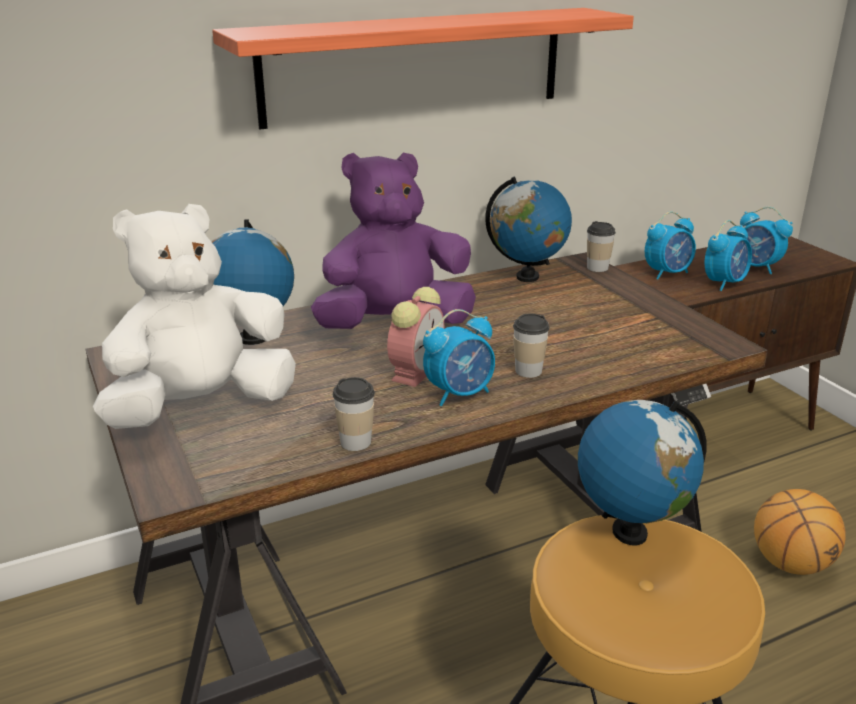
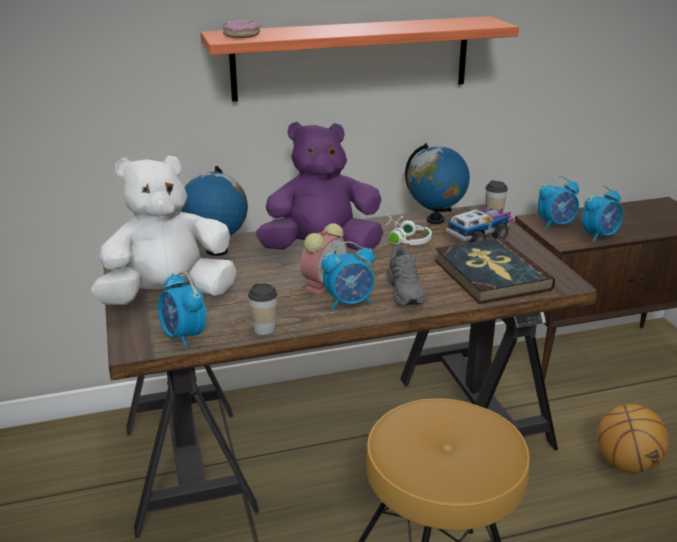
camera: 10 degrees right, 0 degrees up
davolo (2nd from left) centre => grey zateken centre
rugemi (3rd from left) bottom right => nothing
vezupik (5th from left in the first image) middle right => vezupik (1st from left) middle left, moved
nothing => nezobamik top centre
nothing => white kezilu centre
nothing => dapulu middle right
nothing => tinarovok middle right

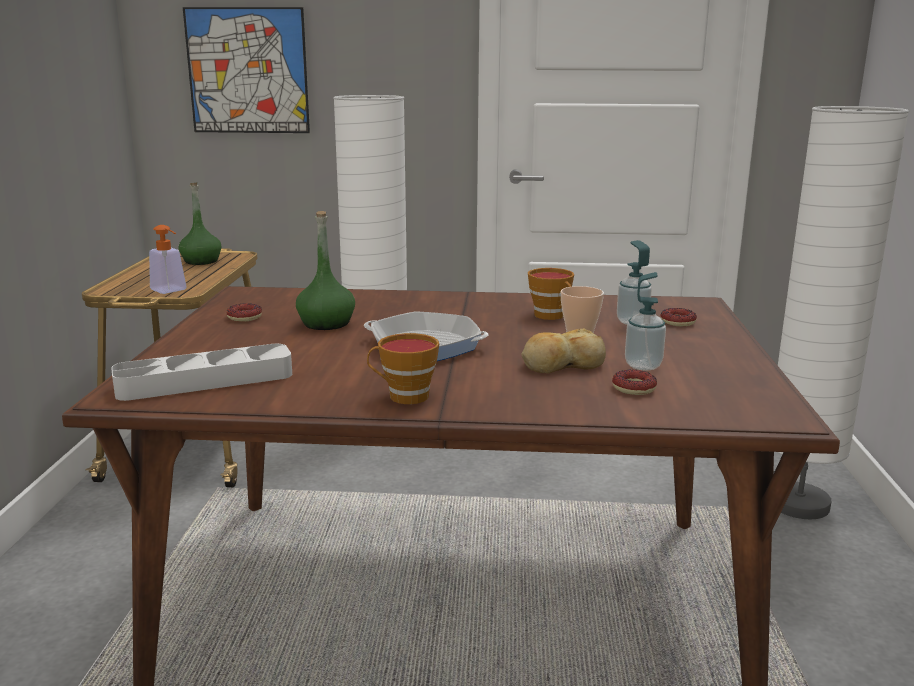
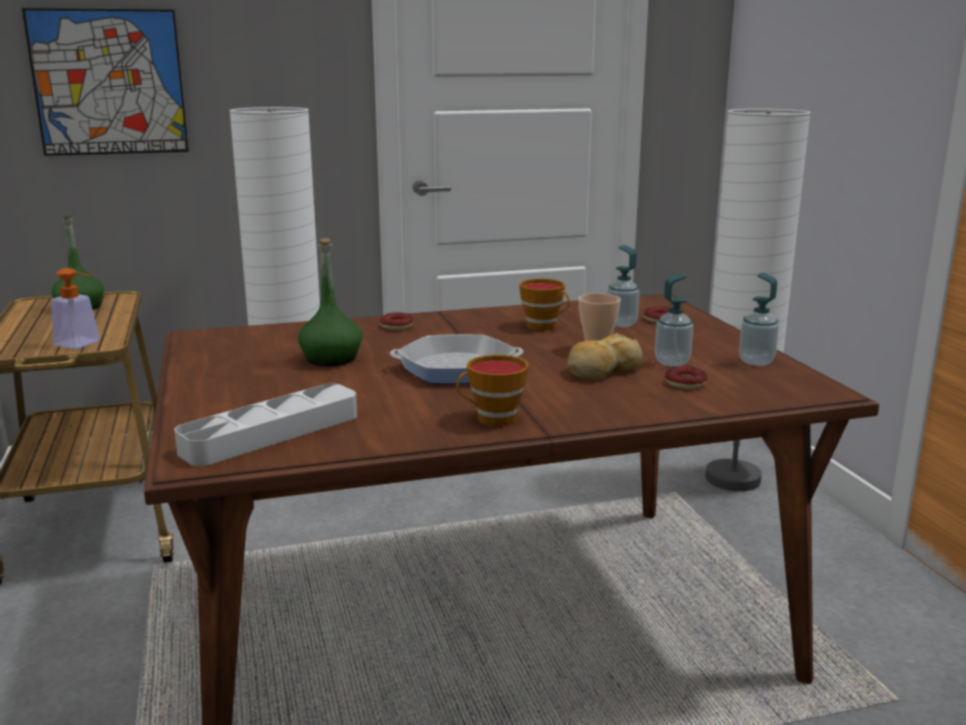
camera: 20 degrees left, 0 degrees up
nezobamik (1st from left) middle left => nezobamik (1st from left) centre, moved
nothing => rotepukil (4th from left) middle right

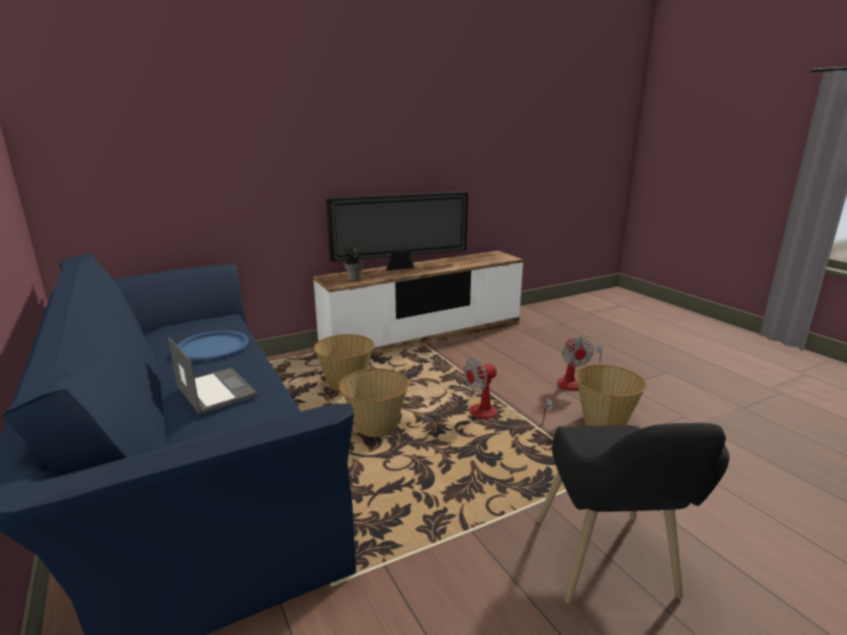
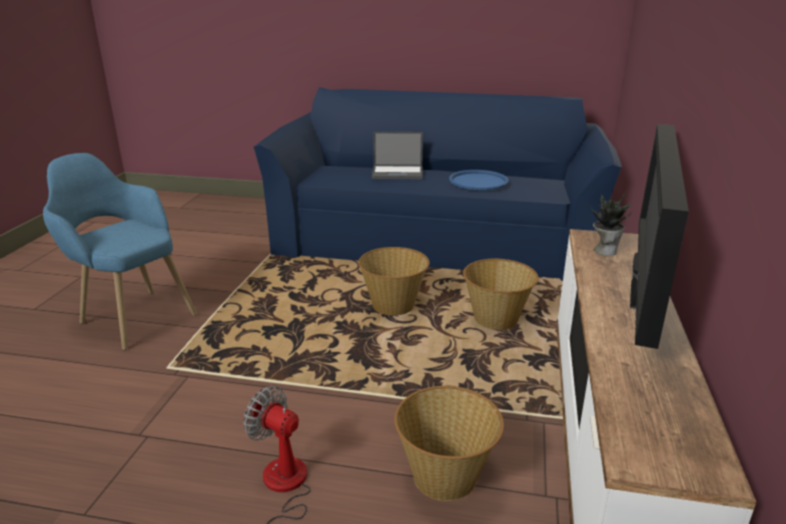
camera: 130 degrees right, 5 degrees up
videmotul (1st from left) centre => nothing
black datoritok bottom right => blue datoritok middle left
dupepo (3rd from left in the first image) middle right => dupepo (2nd from left) bottom centre, moved

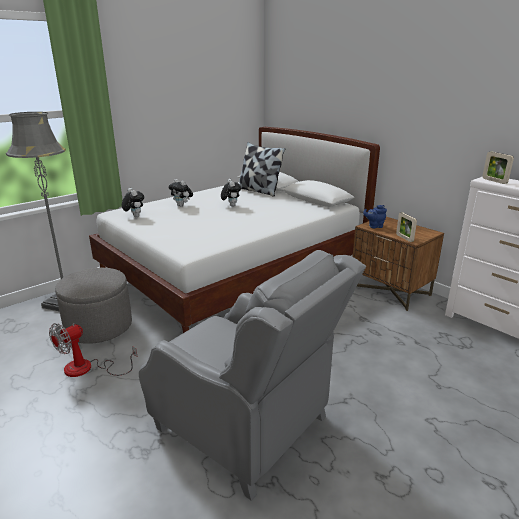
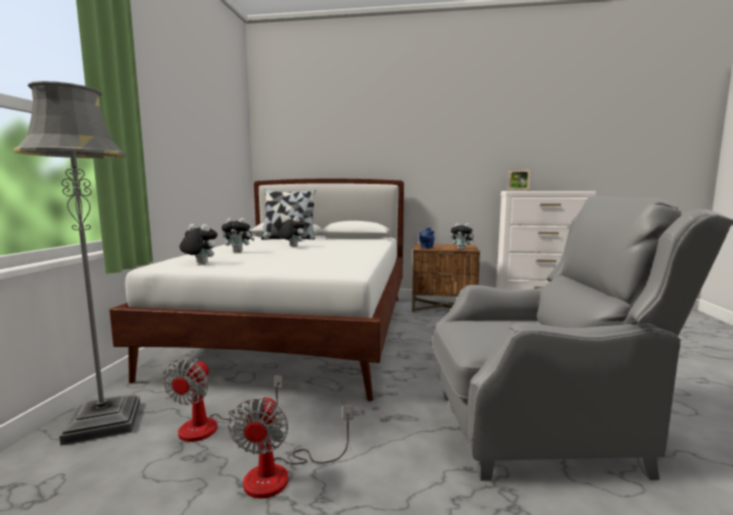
camera: 40 degrees left, 15 degrees down
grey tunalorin middle left => videmotul (1st from left) bottom left
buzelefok (1st from left) middle right => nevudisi (4th from left) centre

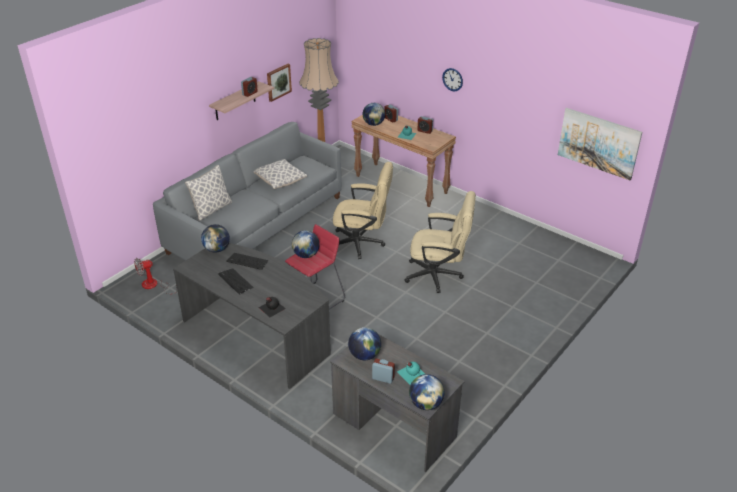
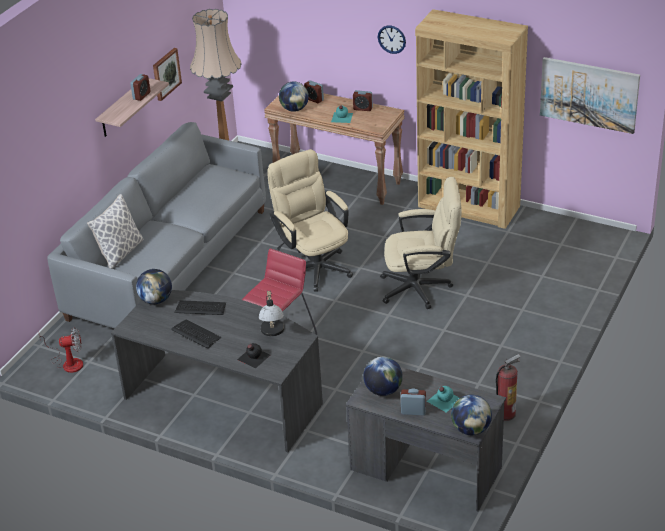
camera: 10 degrees left, 0 degrees up
videmotul middle left, 150 degrees counterclockwise
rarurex (2nd from left) centre => nothing
rugemi (2nd from left) centre => nothing
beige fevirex (1st from left) centre, 120 degrees counterclockwise
nothing => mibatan centre
nothing => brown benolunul top right
nothing => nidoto bottom right

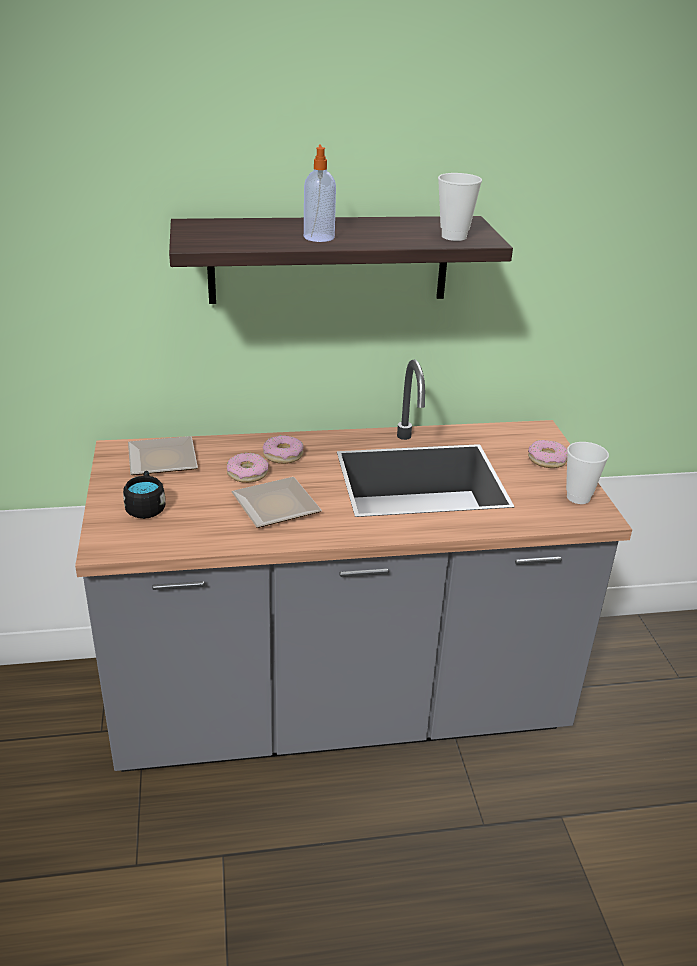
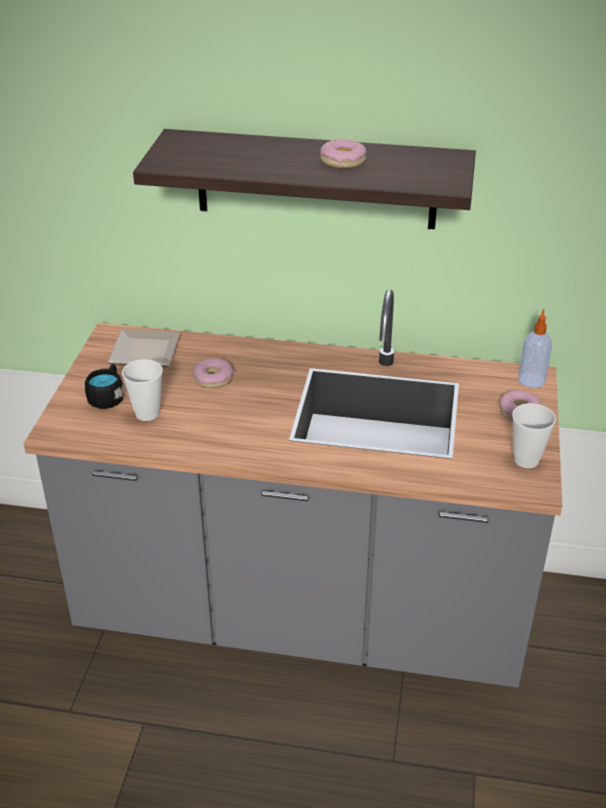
camera: 20 degrees right, 5 degrees up
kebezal (2nd from left) centre => nothing
nezobamik (2nd from left) centre => nezobamik (2nd from left) top centre, moved
rotepukil top centre => rotepukil middle right, moved
davolo (1st from left) top centre => davolo (1st from left) middle left, moved

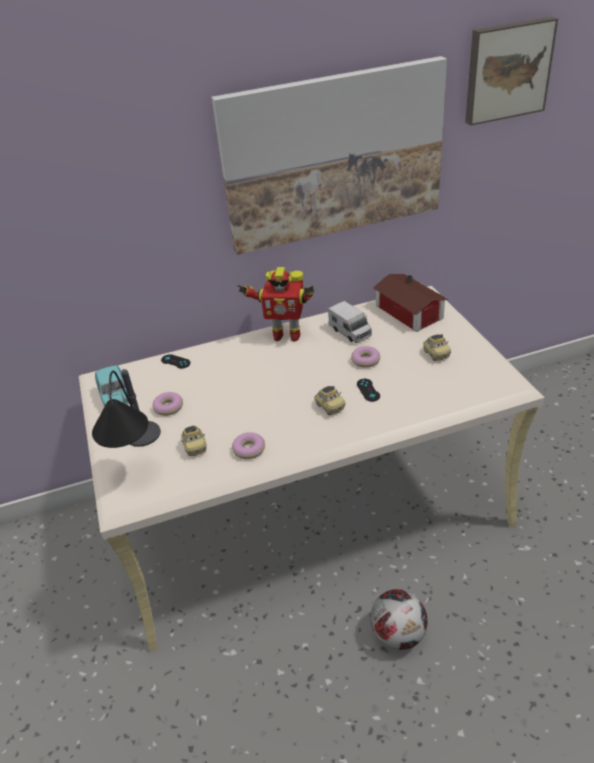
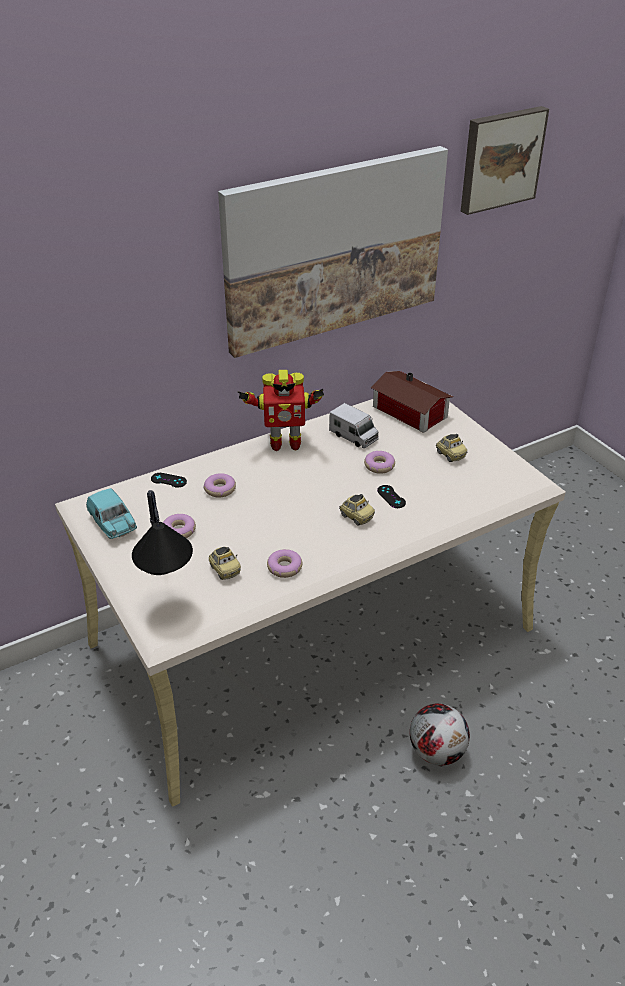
camera: 15 degrees left, 0 degrees up
nothing => nezobamik (2nd from left) centre

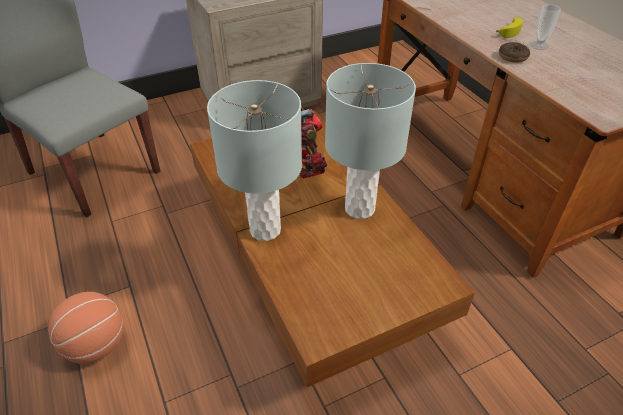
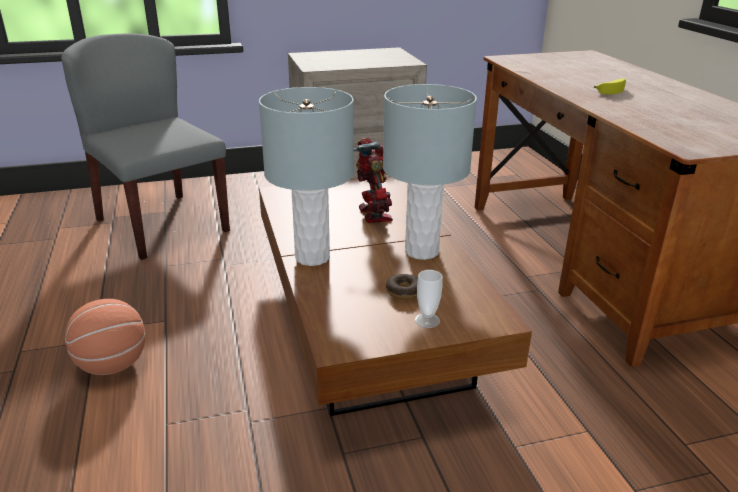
camera: 10 degrees right, 15 degrees down
nezobamik top right => nezobamik centre, moved
davolo top right => davolo centre, moved

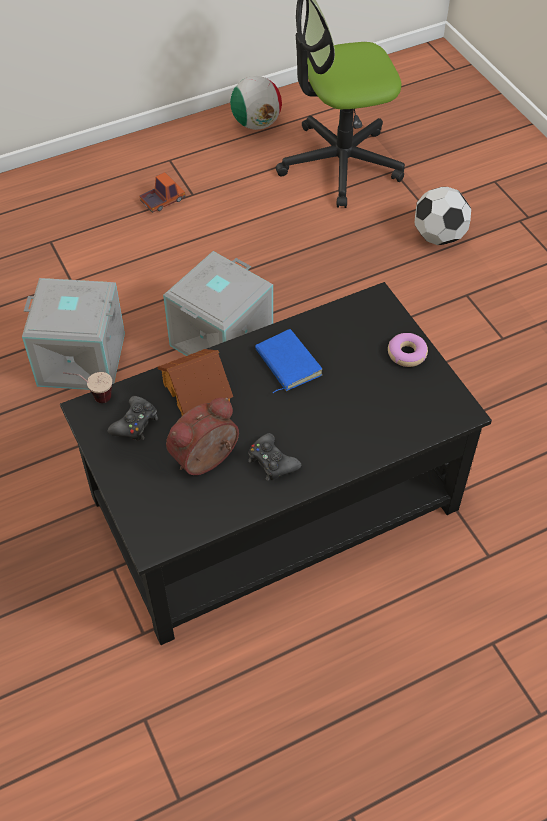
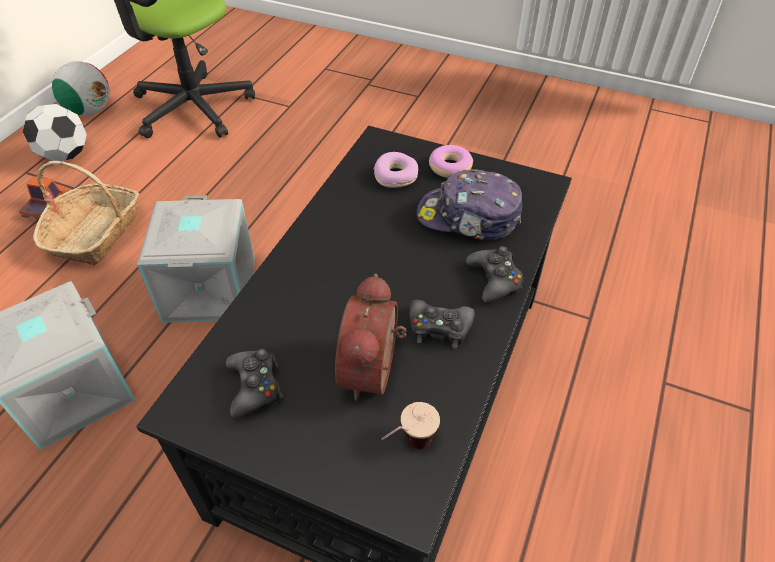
camera: 40 degrees left, 5 degrees down
davolo middle left => davolo bottom centre, moved
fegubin centre => nothing
blue dapulu centre => nothing
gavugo (2nd from left in the first image) top right => gavugo (1st from left) top left, moved
nothing => dupepo middle left
nothing => nezobamik (1st from left) top centre
nothing => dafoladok centre
nothing => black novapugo (3rd from left) centre

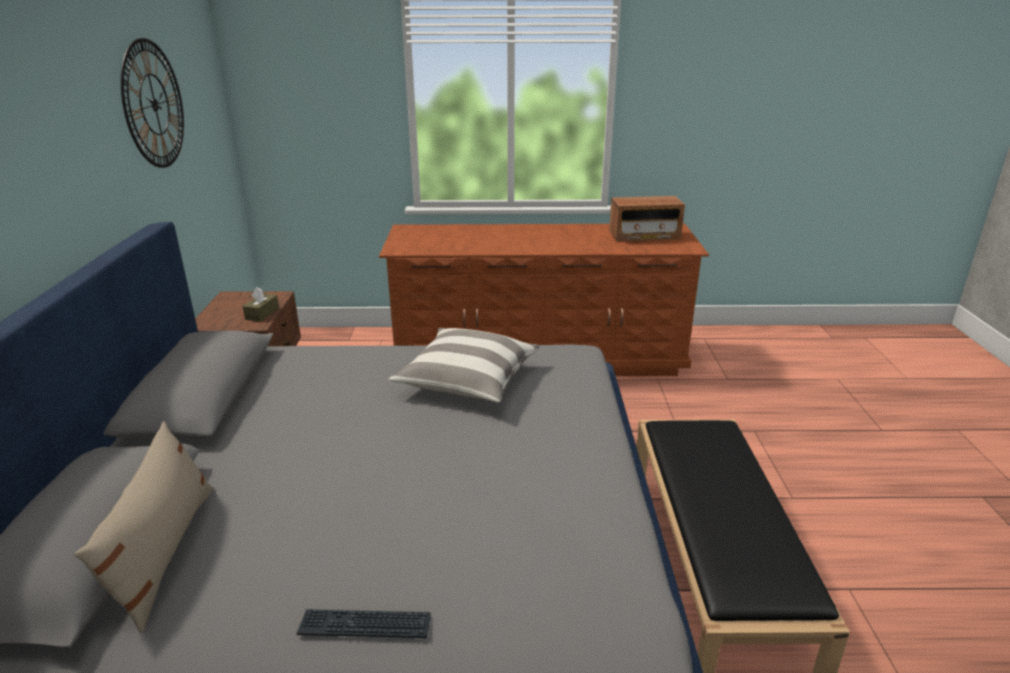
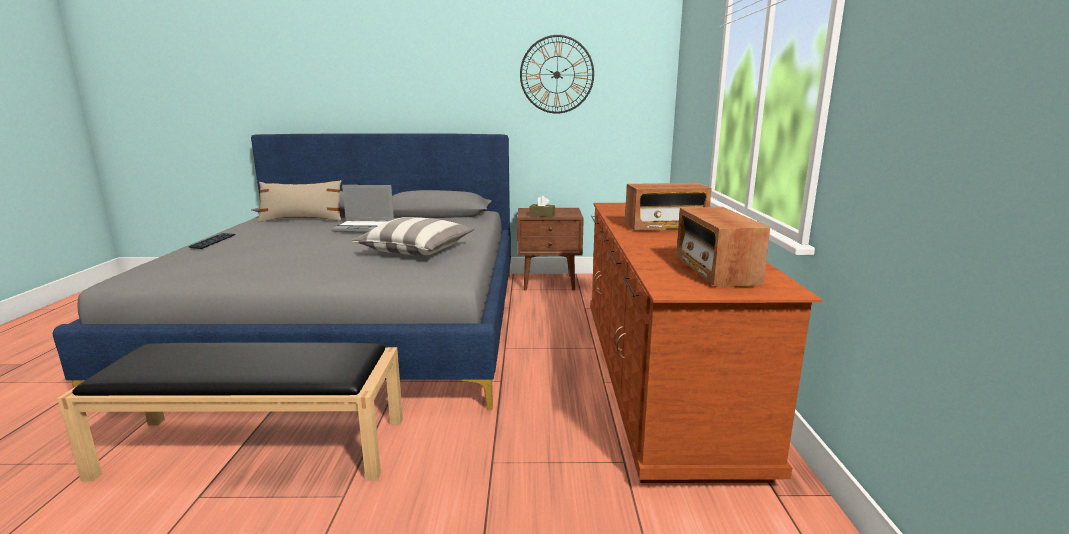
camera: 90 degrees right, 10 degrees down
nothing => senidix centre
nothing => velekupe (1st from left) centre

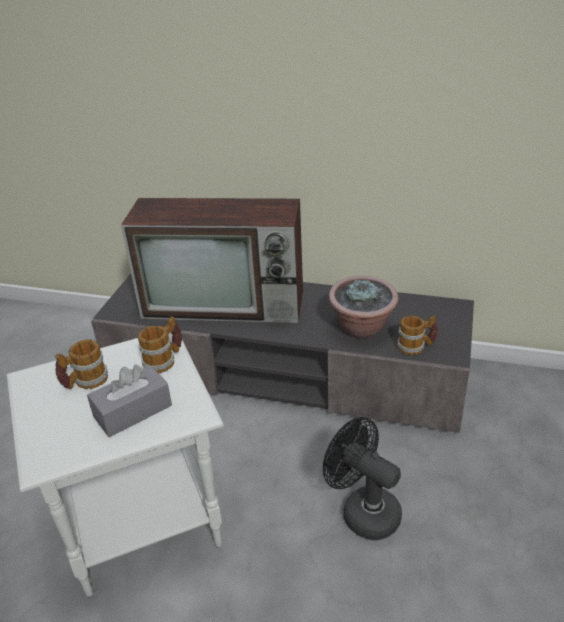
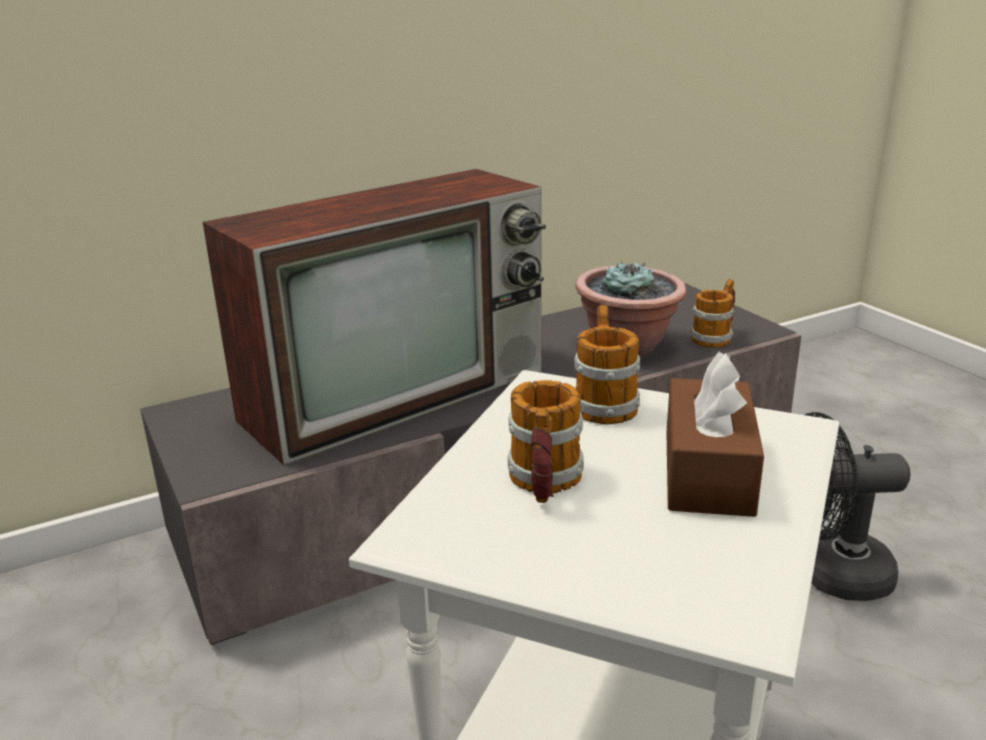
camera: 45 degrees left, 10 degrees down
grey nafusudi middle left => brown nafusudi middle right

